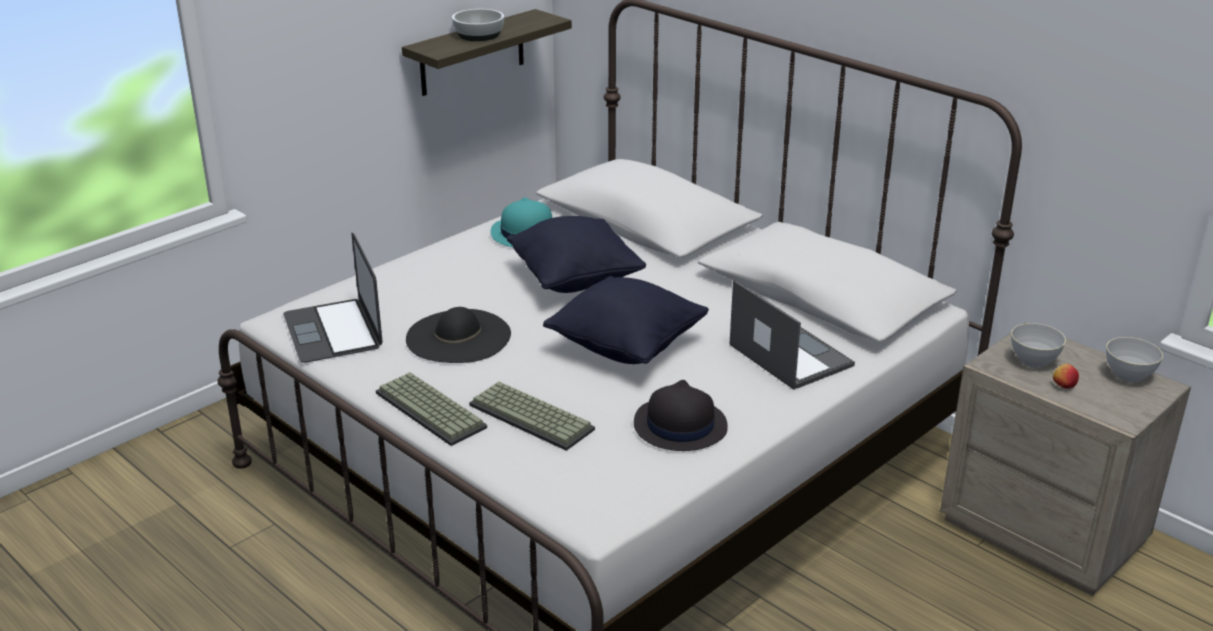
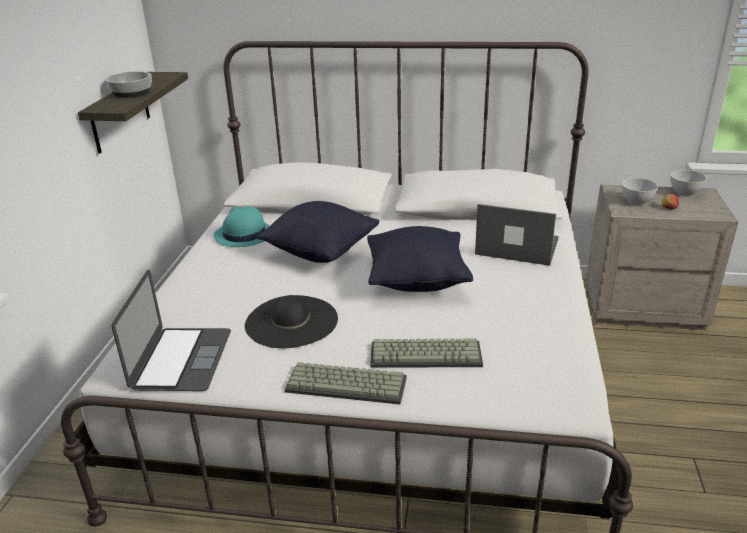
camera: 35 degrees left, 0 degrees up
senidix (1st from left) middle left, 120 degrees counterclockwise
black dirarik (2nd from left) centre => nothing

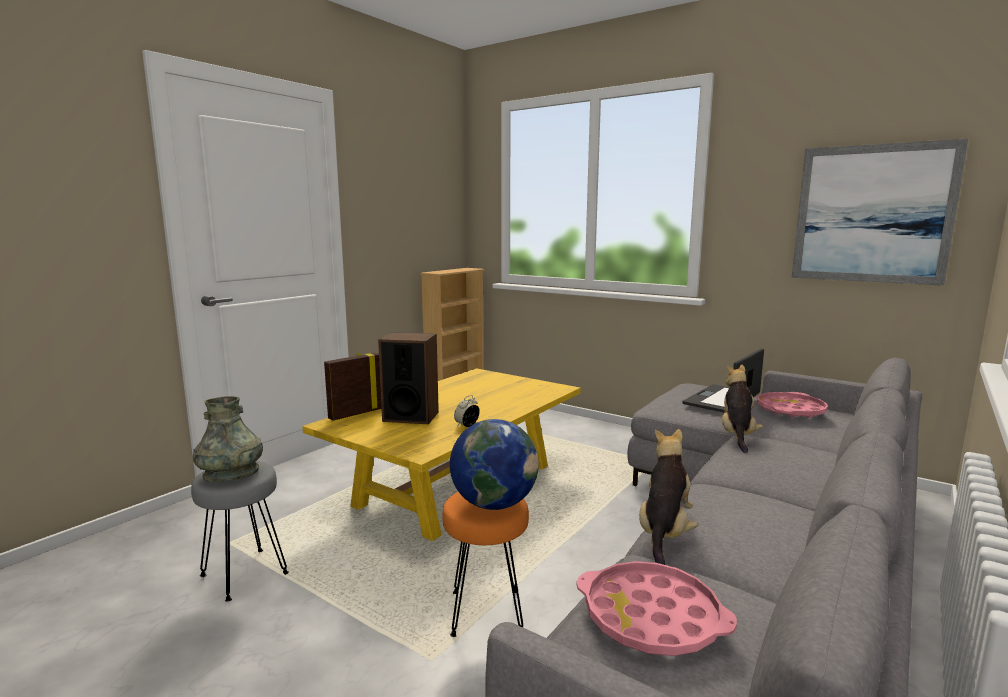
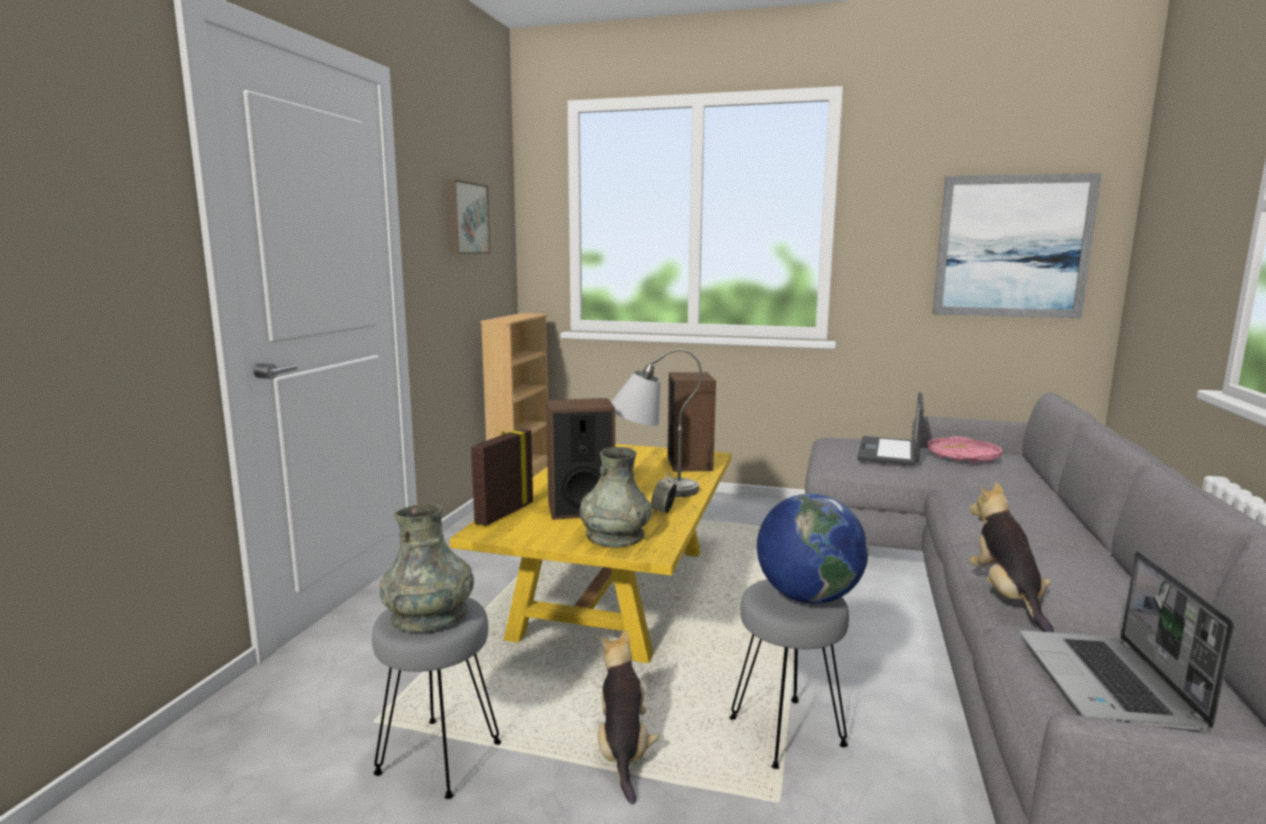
camera: 20 degrees left, 0 degrees up
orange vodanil bottom centre => grey vodanil (2nd from left) bottom centre
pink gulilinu (1st from left) bottom centre => senidix (2nd from left) bottom right
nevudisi (2nd from left in the first image) middle right => nevudisi (1st from left) bottom centre, moved
nothing => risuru (1st from left) top centre
nothing => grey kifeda (2nd from left) centre
nothing => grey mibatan centre
nothing => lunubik (2nd from left) centre

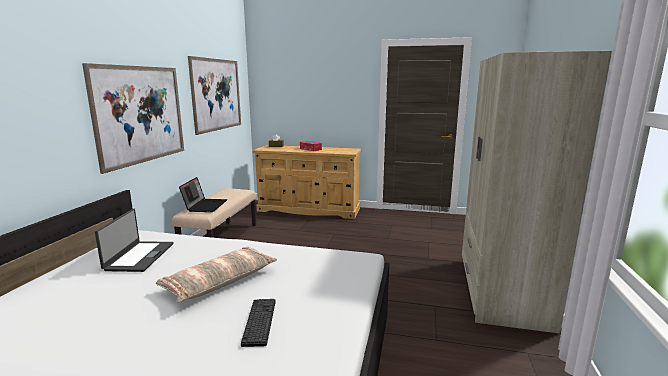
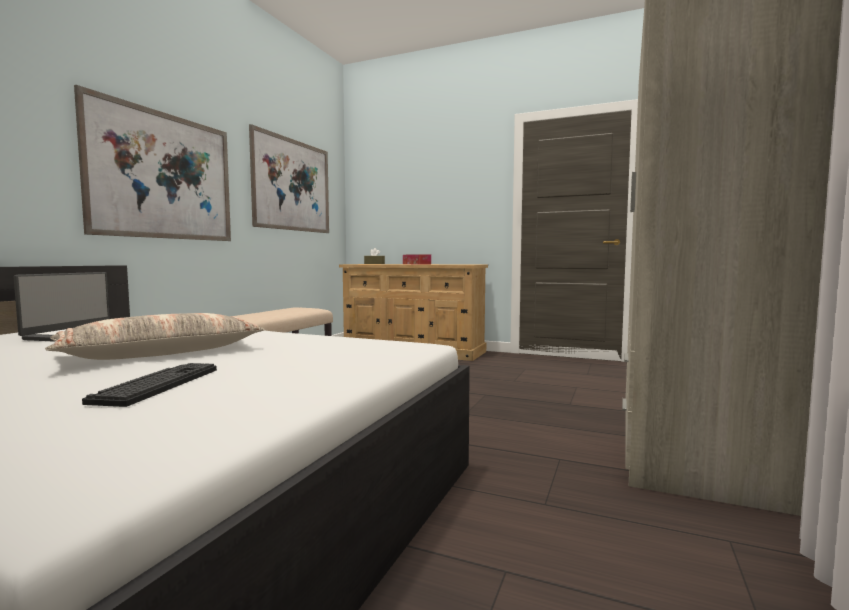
camera: 10 degrees right, 10 degrees down
senidix (2nd from left) middle left => nothing

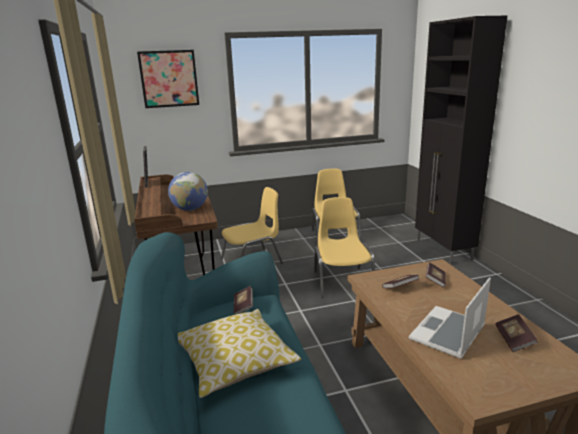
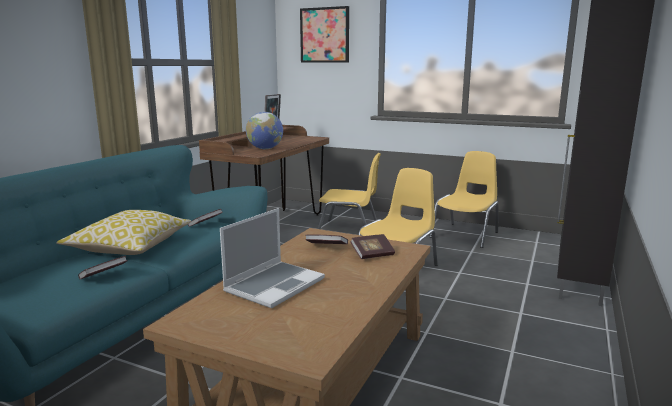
camera: 40 degrees right, 5 degrees down
senidix bottom right => senidix centre, 135 degrees clockwise
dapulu (4th from left in the first image) bottom right => dapulu (1st from left) middle left, moved

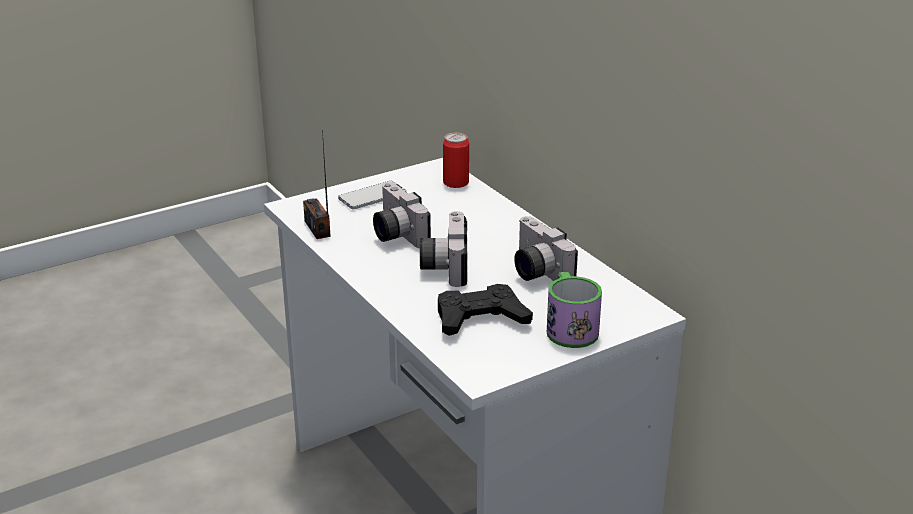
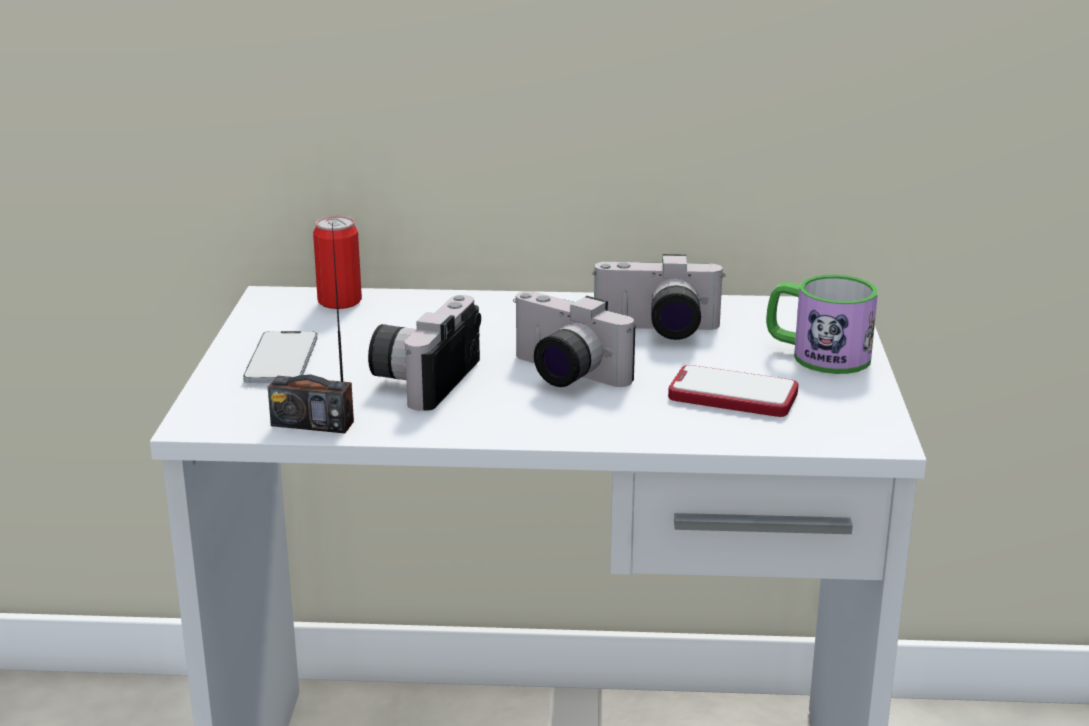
camera: 55 degrees left, 5 degrees down
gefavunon (1st from left) centre, 105 degrees clockwise
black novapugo centre => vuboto (2nd from left) middle right

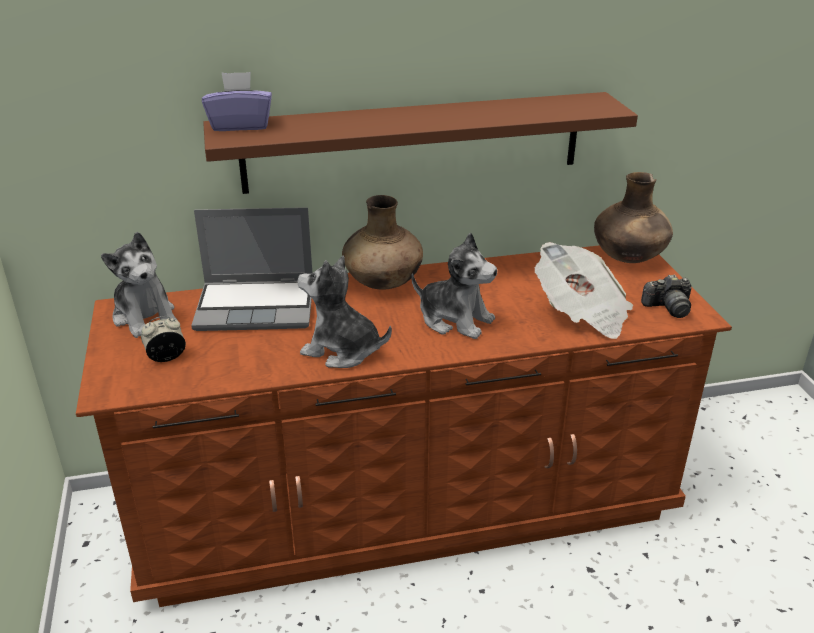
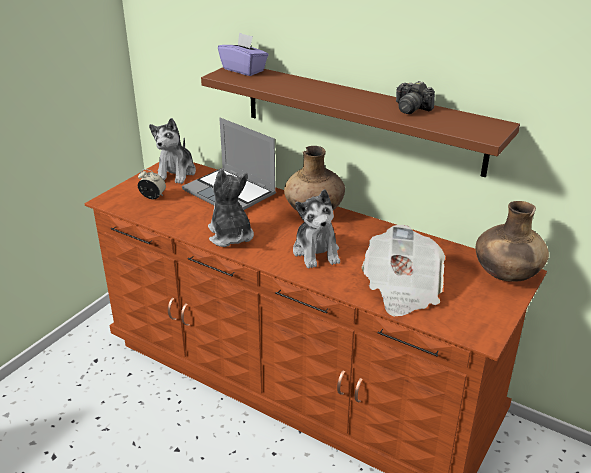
camera: 45 degrees right, 0 degrees up
gefavunon middle right => gefavunon top right, moved

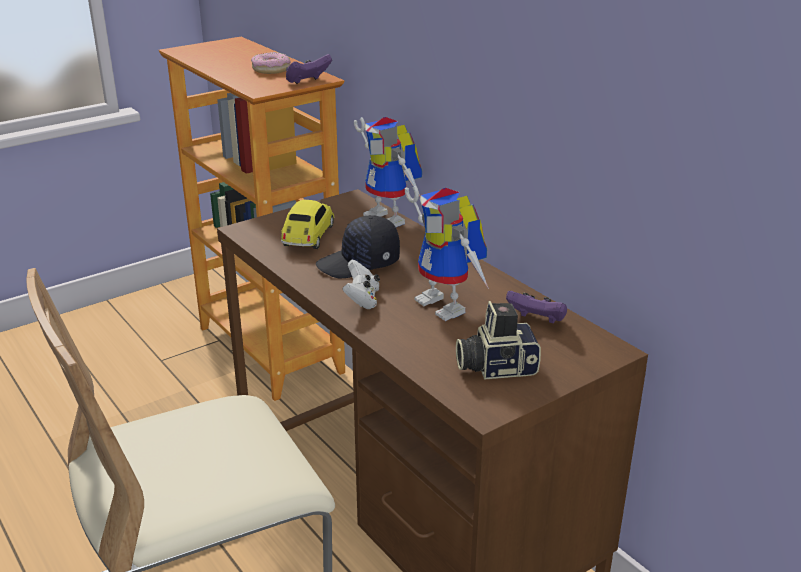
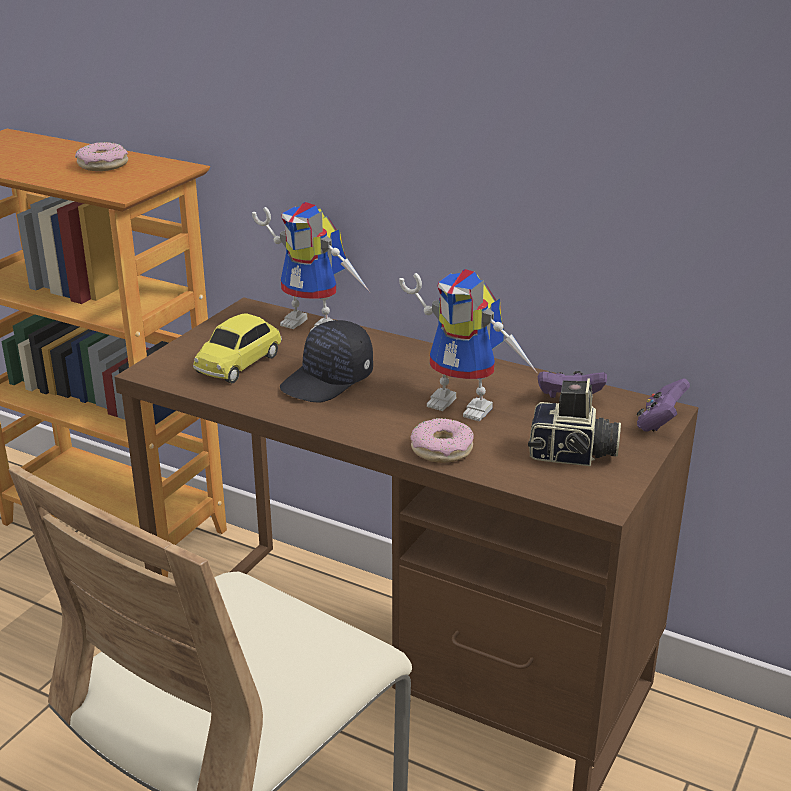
camera: 25 degrees left, 0 degrees up
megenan centre => megenan middle left, 135 degrees counterclockwise
purple novapugo (1st from left in the first image) top centre => purple novapugo (2nd from left) middle right, moved
white novapugo centre => nothing
gefavunon centre => gefavunon middle right, 135 degrees counterclockwise
nothing => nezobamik (2nd from left) centre

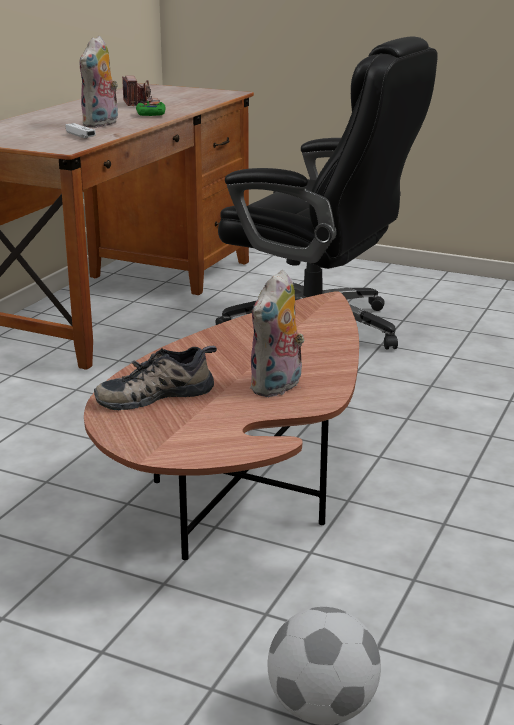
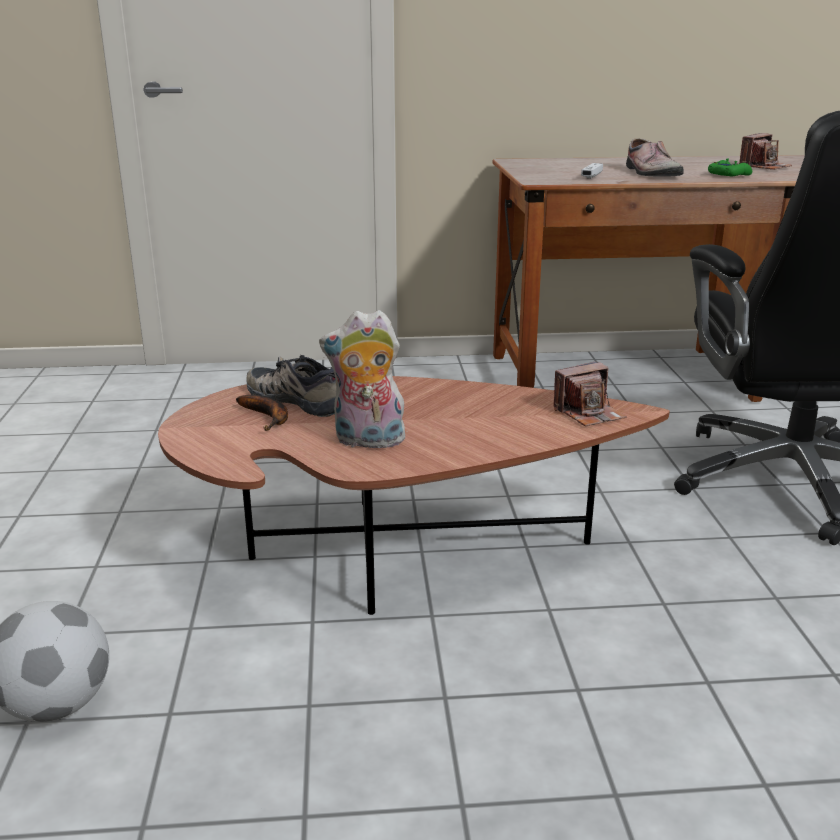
camera: 60 degrees right, 0 degrees up
nevudisi (1st from left) top left => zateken (2nd from left) top right
nothing => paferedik middle left
nothing => gefavunon (1st from left) middle right

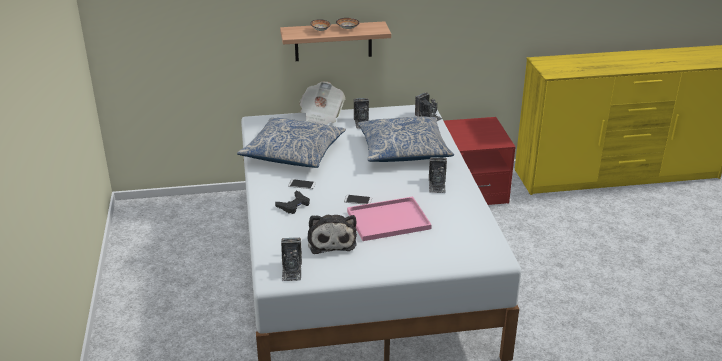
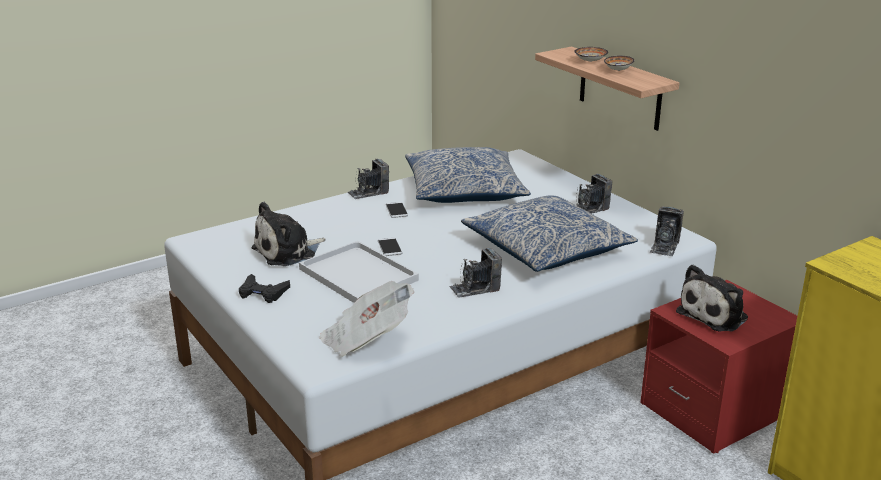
camera: 65 degrees right, 5 degrees down
black novapugo centre => black novapugo middle left, moved
gefavunon (1st from left) bottom centre => gefavunon (1st from left) centre, moved
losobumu top centre => losobumu centre, moved
pink gulilinu centre => white gulilinu centre
nothing => nevudisi (2nd from left) middle right

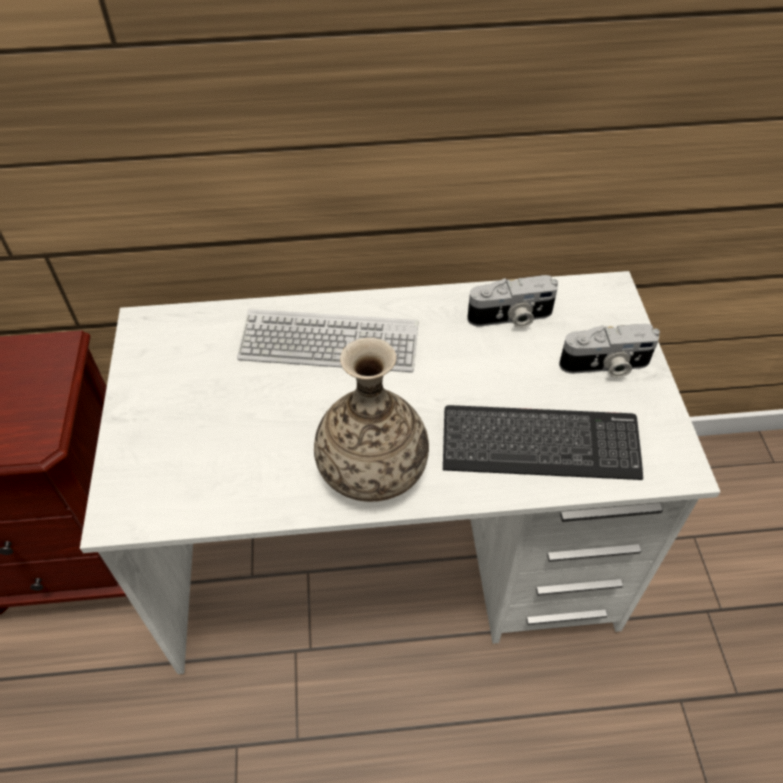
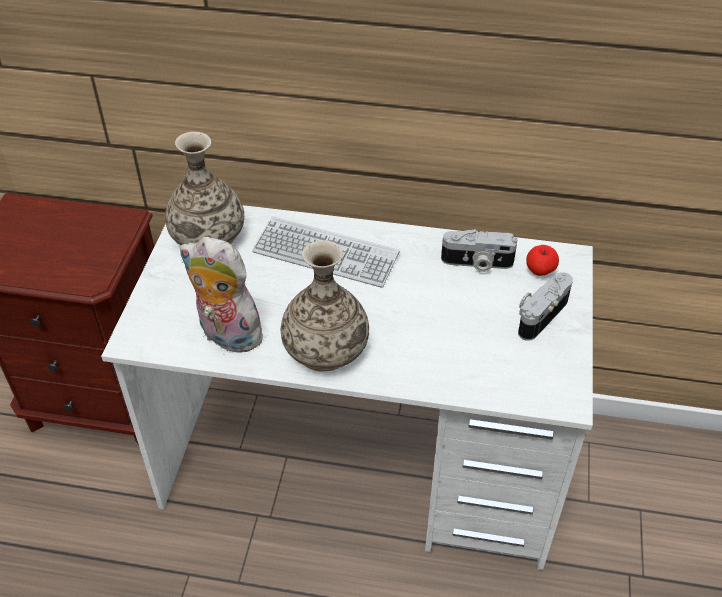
camera: 15 degrees right, 5 degrees down
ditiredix (2nd from left) middle right => nothing
gefavunon (2nd from left) middle right, 120 degrees clockwise
nothing => kifeda (1st from left) top left
nothing => nevudisi middle left
nothing => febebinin middle right

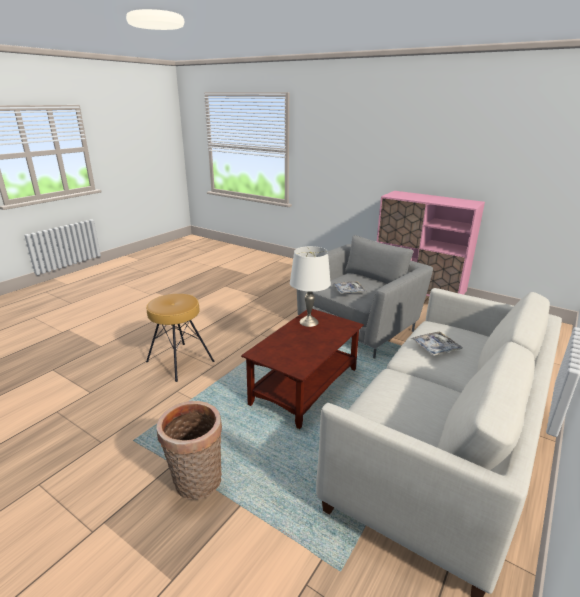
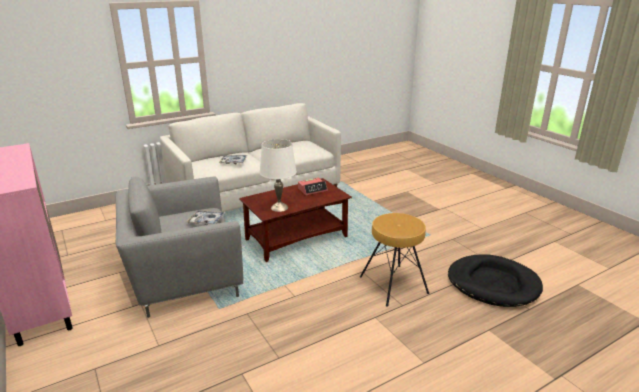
camera: 155 degrees left, 0 degrees up
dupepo bottom left => nothing
nothing => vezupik centre
nothing => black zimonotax bottom right

